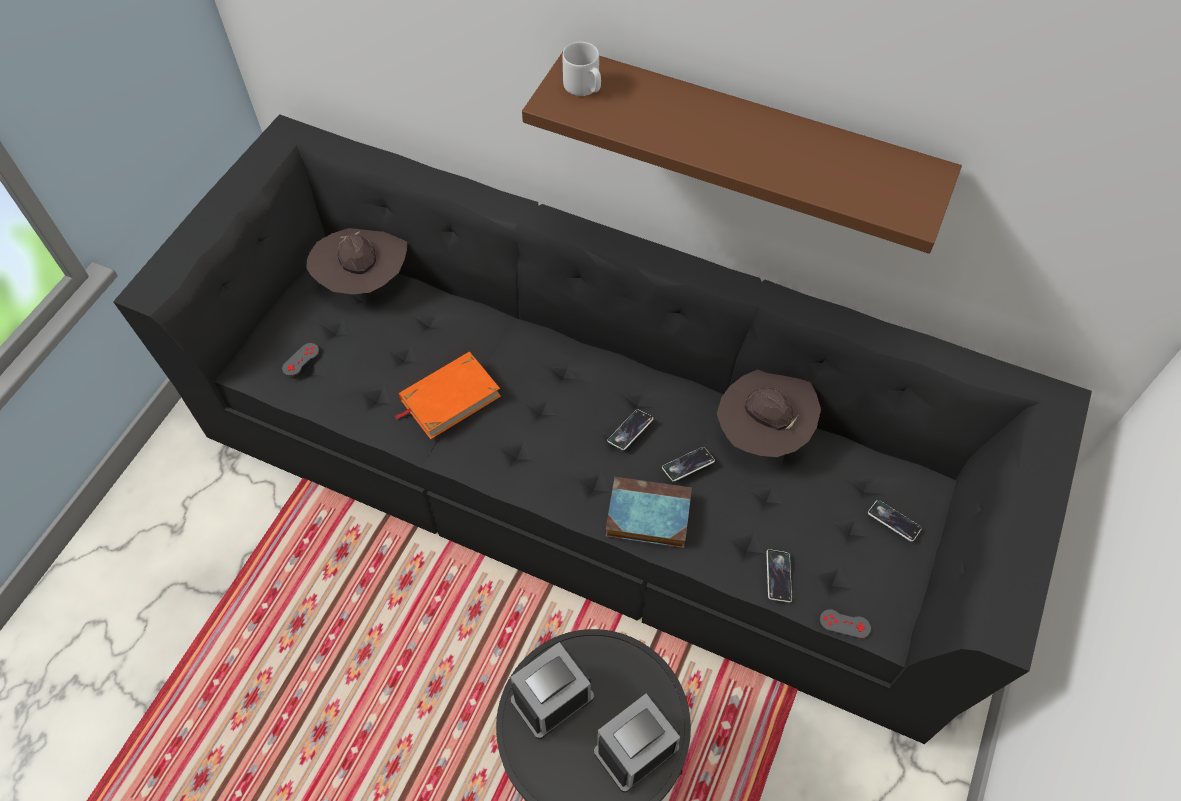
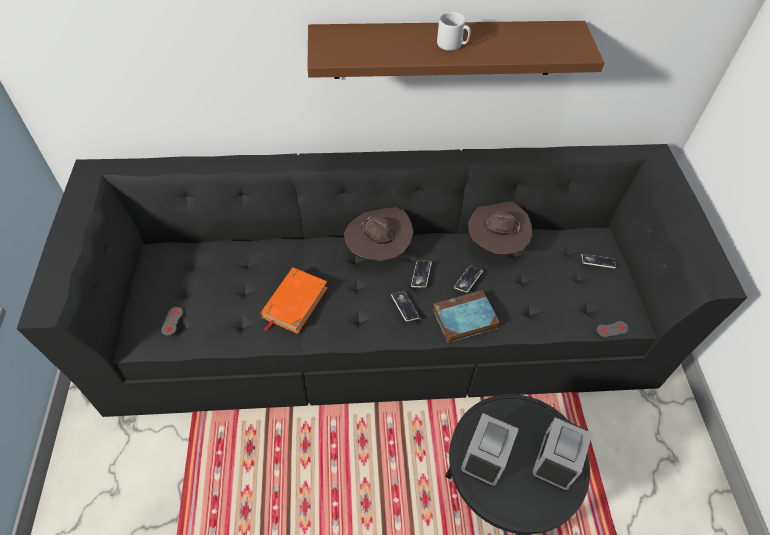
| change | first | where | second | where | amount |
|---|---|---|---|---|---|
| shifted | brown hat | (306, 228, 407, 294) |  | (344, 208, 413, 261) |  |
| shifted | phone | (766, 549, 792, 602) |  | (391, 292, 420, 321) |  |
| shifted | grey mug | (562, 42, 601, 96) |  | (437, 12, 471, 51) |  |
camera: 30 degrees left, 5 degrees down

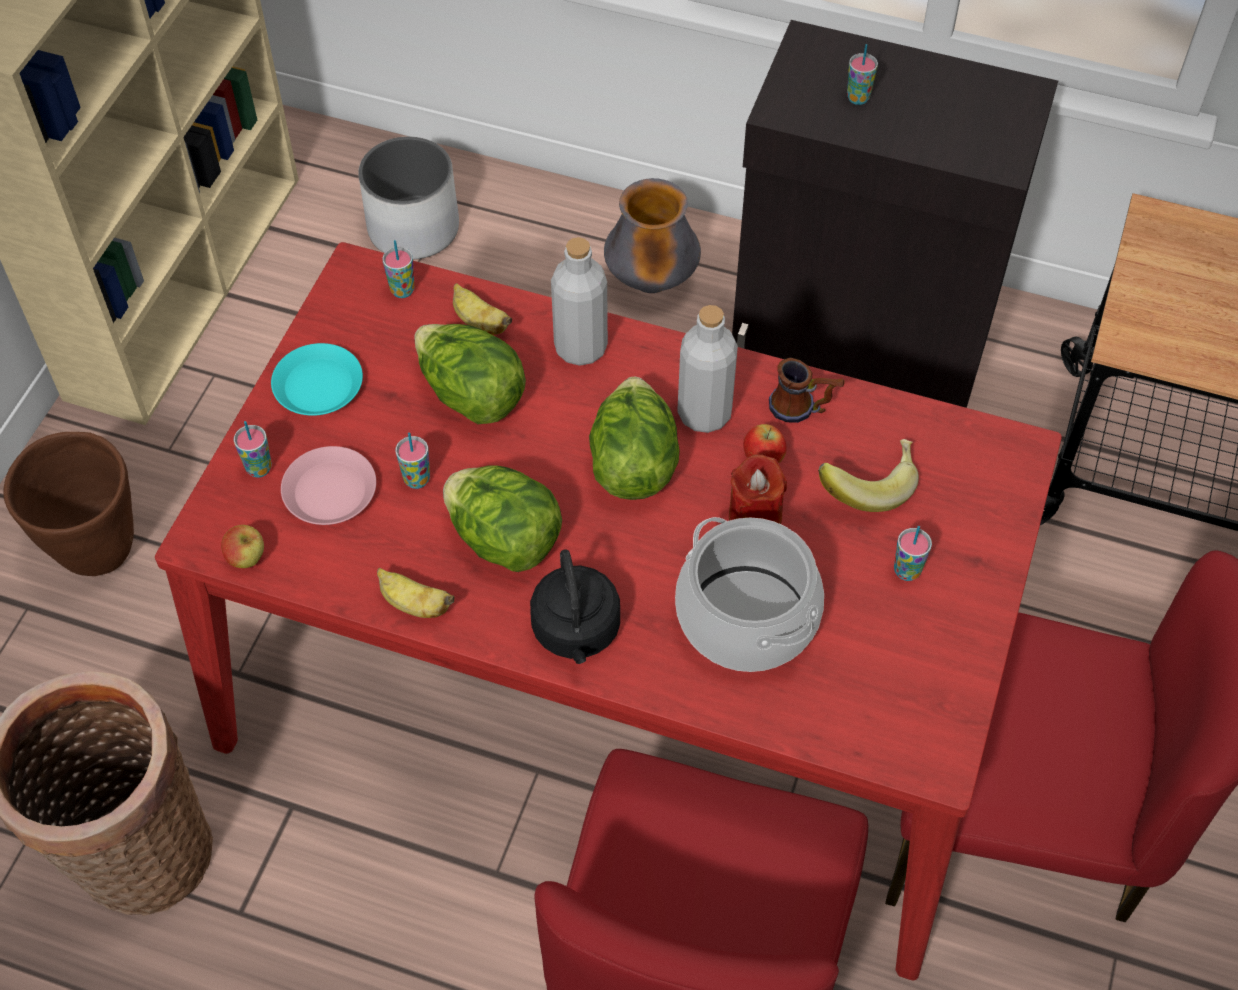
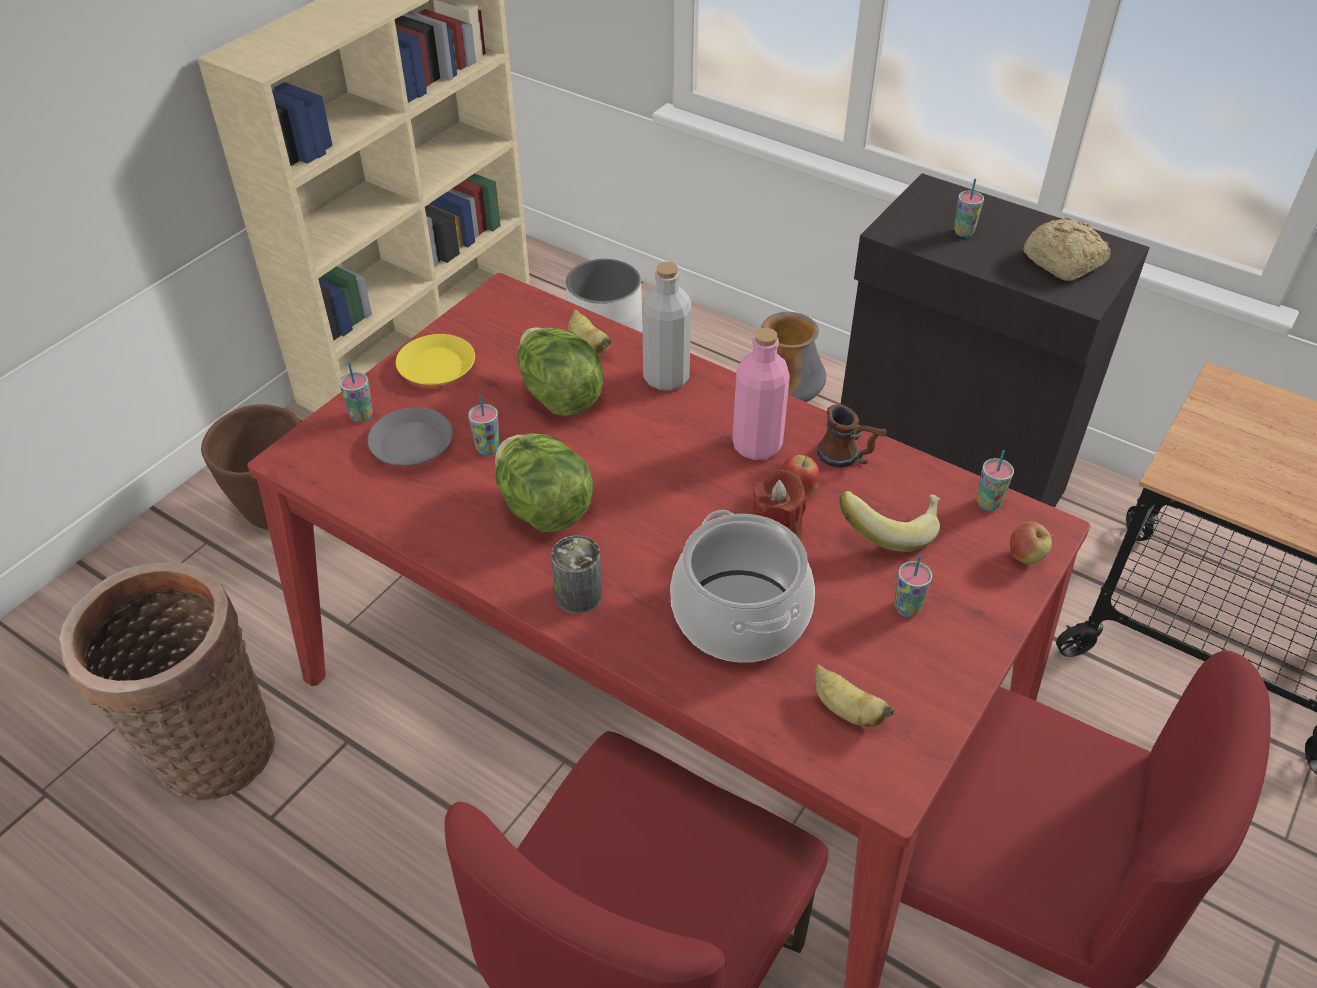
| change | first | where | second | where | amount |
|---|---|---|---|---|---|
| repainted | pink plate | (281, 446, 376, 525) | grey plate | (367, 407, 453, 466) |  |
| repainted | turquoise plate | (271, 343, 363, 416) | yellow plate | (396, 334, 475, 386) |  |
| swapped | black kettle | (530, 549, 620, 664) | can | (551, 535, 602, 614) |  |
| repainted | grey bottle | (677, 305, 738, 433) | pink bottle | (732, 328, 790, 460) |  |
| shifted | banana | (377, 568, 454, 618) |  | (815, 664, 894, 727) |  |
| shifted | cup | (382, 240, 415, 298) |  | (977, 450, 1014, 511) |  |
| shifted | apple | (221, 525, 264, 568) |  | (1010, 522, 1054, 564) |  |
| new |  |  | bread | (1023, 218, 1111, 281) |  |
| gone | lettuce | (589, 377, 680, 500) |  |  |  |
camera: 15 degrees right, 10 degrees down

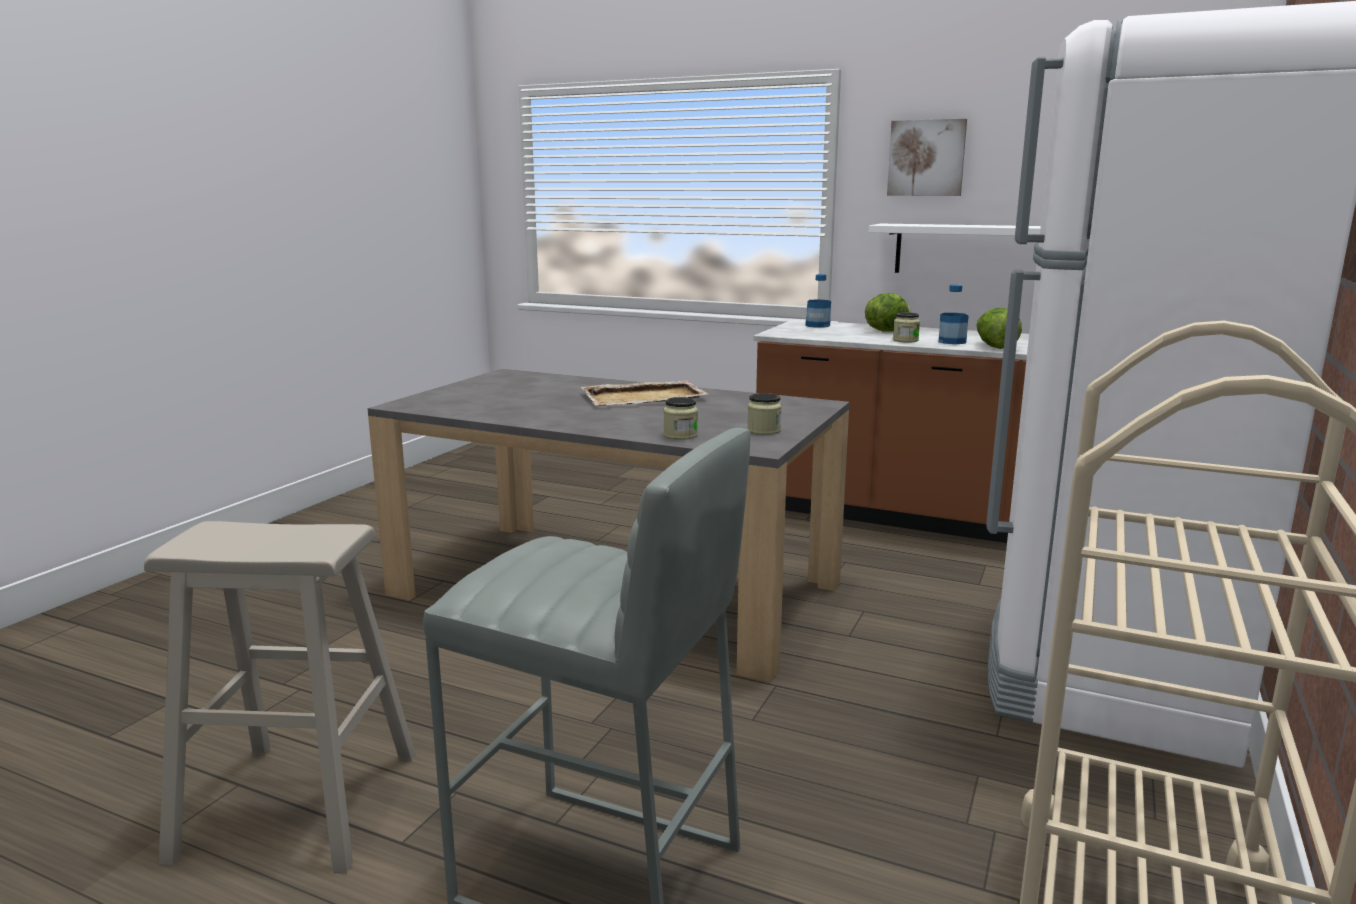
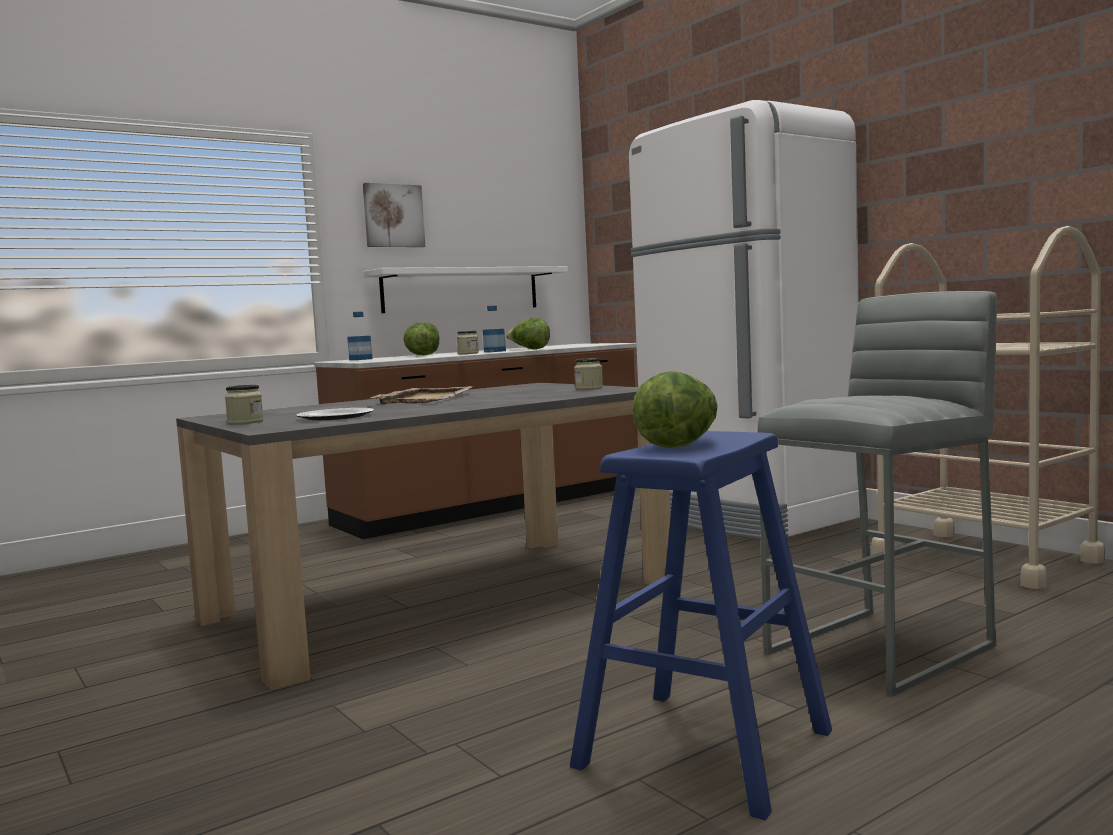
| change | first | where | second | where | amount |
|---|---|---|---|---|---|
| shifted | jar | (663, 397, 698, 440) |  | (225, 385, 264, 425) |  |
| new |  |  | plate | (296, 408, 374, 420) |  |
| repainted | beige stool | (144, 521, 415, 874) | blue stool | (570, 431, 832, 820) |  |
| new |  |  | lettuce | (632, 371, 718, 448) |  |
camera: 60 degrees left, 10 degrees down

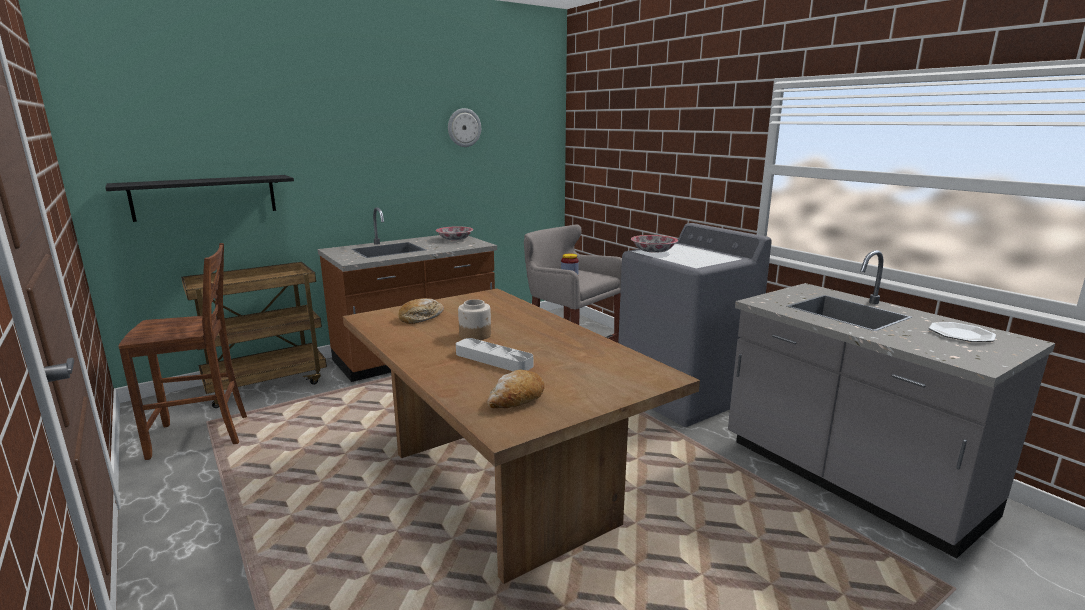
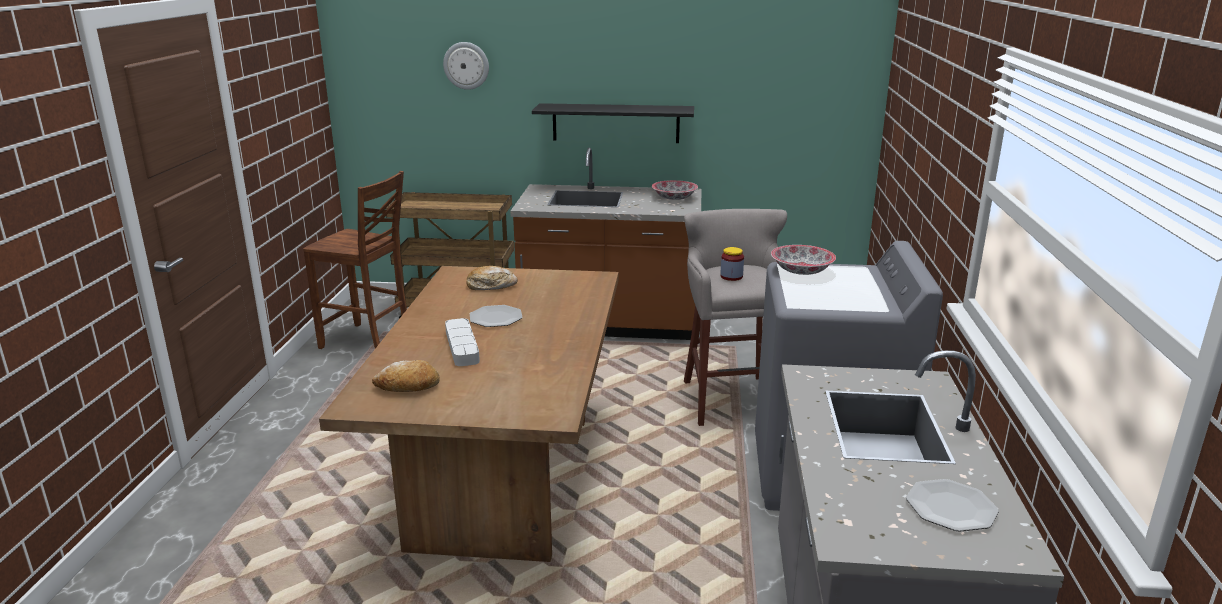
| change | first | where | second | where | amount |
|---|---|---|---|---|---|
| shifted | wall clock | (448, 108, 481, 147) |  | (443, 42, 489, 90) |  |
| swapped | jar | (458, 299, 491, 340) | plate | (470, 305, 523, 327) |  |
| shifted | black shelf | (105, 175, 294, 222) |  | (532, 103, 694, 143) |  |
camera: 40 degrees right, 5 degrees up

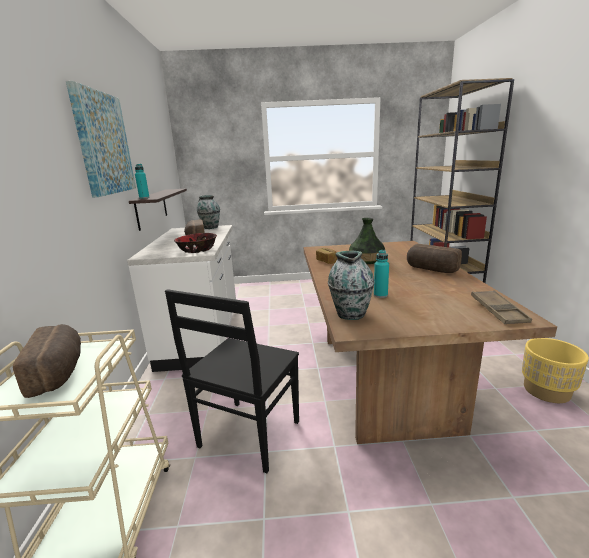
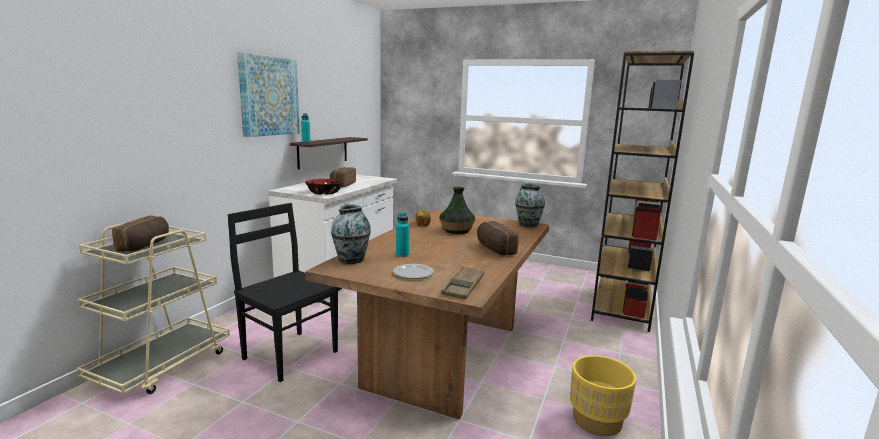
| change | first | where | second | where | amount |
|---|---|---|---|---|---|
| rotated | black chair | (165, 289, 299, 473) |  | (228, 203, 339, 382) | 75 degrees clockwise |
| new |  |  | plate | (393, 264, 434, 279) |  |
| shifted | vase | (197, 195, 220, 229) |  | (515, 183, 545, 227) |  |
camera: 25 degrees right, 5 degrees down

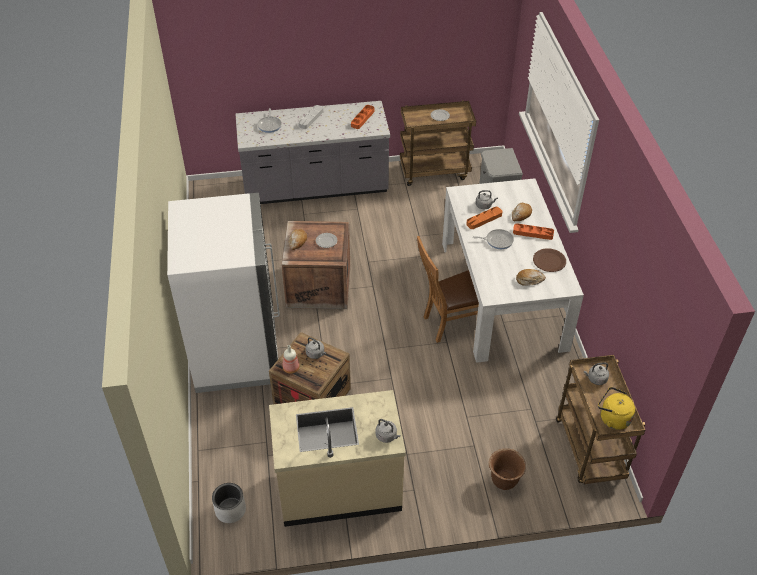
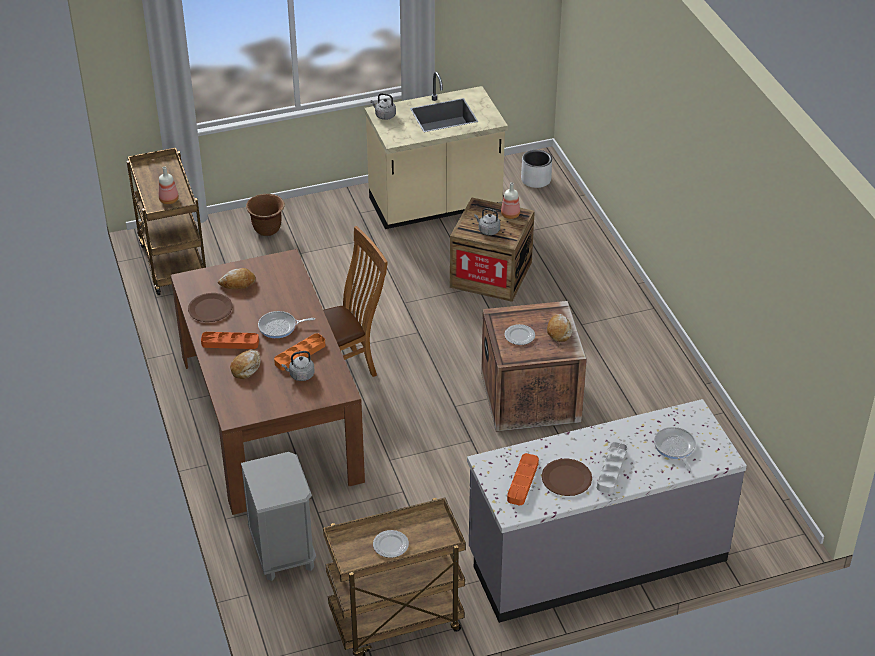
| change | first | where | second | where | amount |
|---|---|---|---|---|---|
| swapped | grey kettle | (584, 362, 609, 385) | bottle | (159, 166, 179, 204) |  |
| repainted | white dining table | (442, 178, 584, 363) | brown dining table | (171, 249, 365, 515) |  |
| new |  |  | brown plate | (541, 458, 592, 496) |  |
| gone | white fridge | (167, 193, 280, 393) |  |  |  |
| gone | yellow kettle | (598, 387, 635, 430) |  |  |  |
camera: 170 degrees right, 5 degrees down

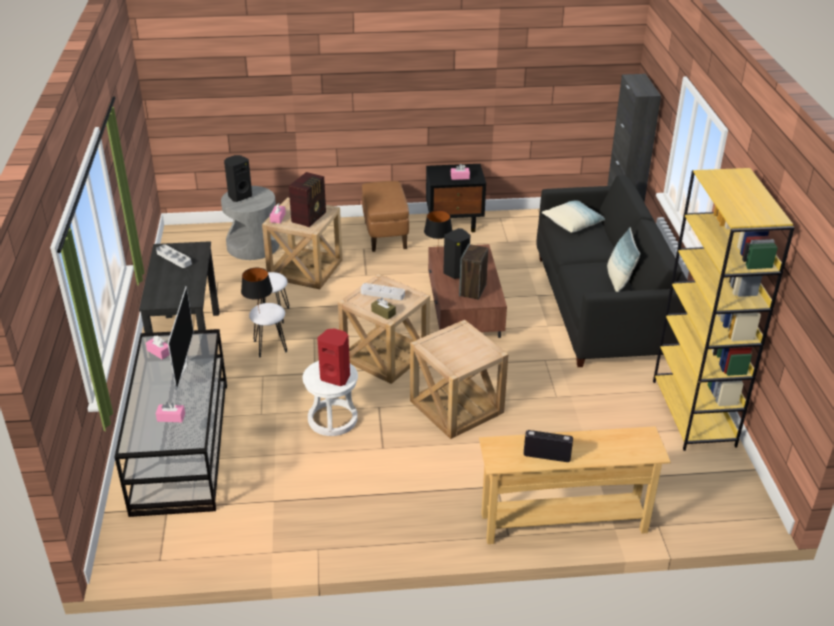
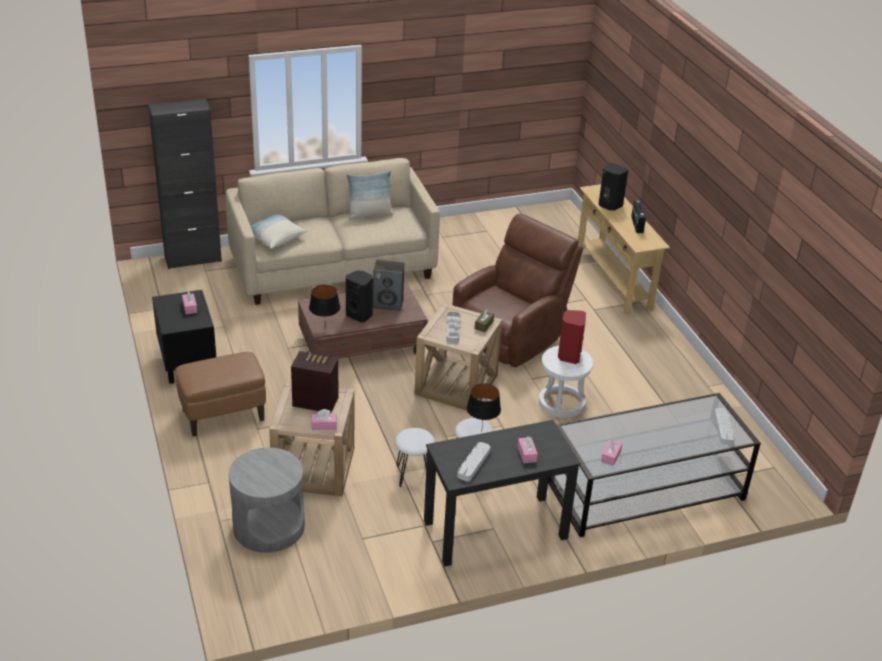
| change | first | where | second | where | amount |
|---|---|---|---|---|---|
| repainted | black sofa | (536, 175, 688, 367) | beige sofa | (226, 158, 440, 305) |  |
| swapped | beige side table | (410, 320, 508, 439) | brown armchair | (453, 214, 583, 367) |  |
| shifted | pink tissue box | (156, 402, 185, 422) |  | (517, 436, 538, 463) |  |
| shifted | black speaker | (224, 155, 252, 202) |  | (599, 163, 628, 211) |  |
| new |  |  | grey tray | (714, 408, 735, 445) |  |
| gone | television | (168, 286, 194, 390) |  |  |  |
| gone | yellow bookcase | (653, 168, 794, 451) |  |  |  |
camera: 105 degrees left, 0 degrees up

